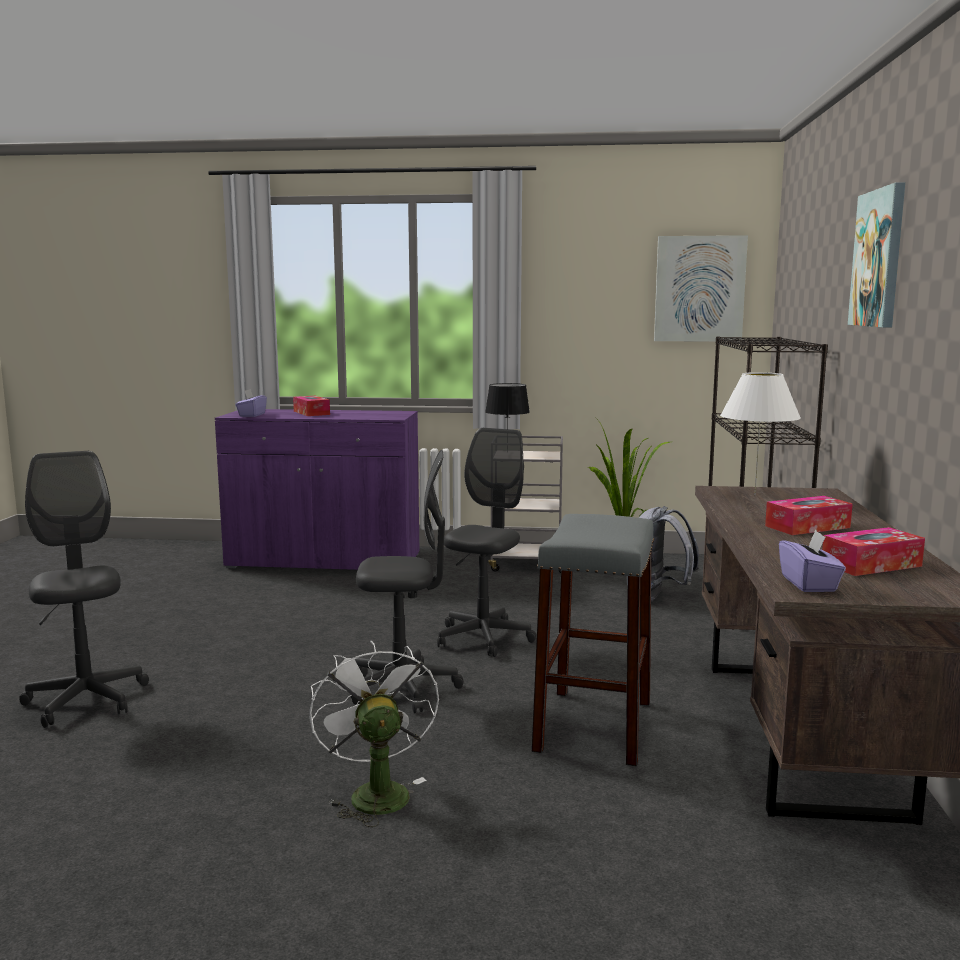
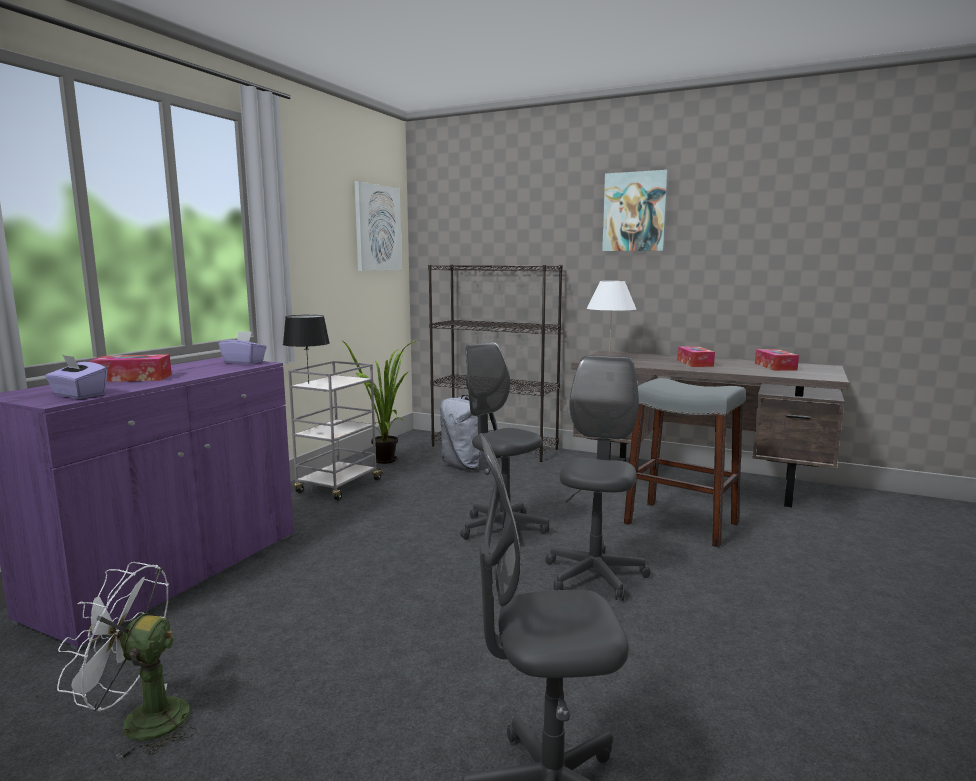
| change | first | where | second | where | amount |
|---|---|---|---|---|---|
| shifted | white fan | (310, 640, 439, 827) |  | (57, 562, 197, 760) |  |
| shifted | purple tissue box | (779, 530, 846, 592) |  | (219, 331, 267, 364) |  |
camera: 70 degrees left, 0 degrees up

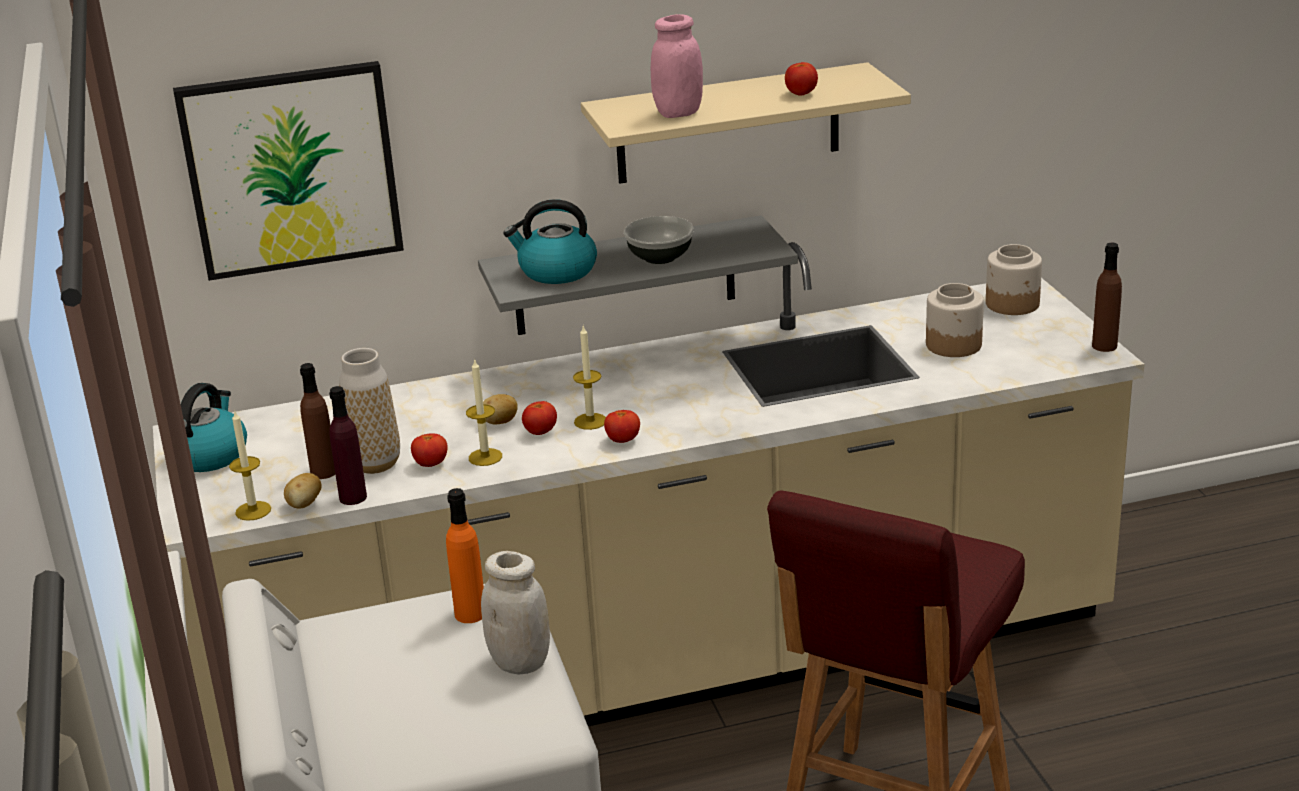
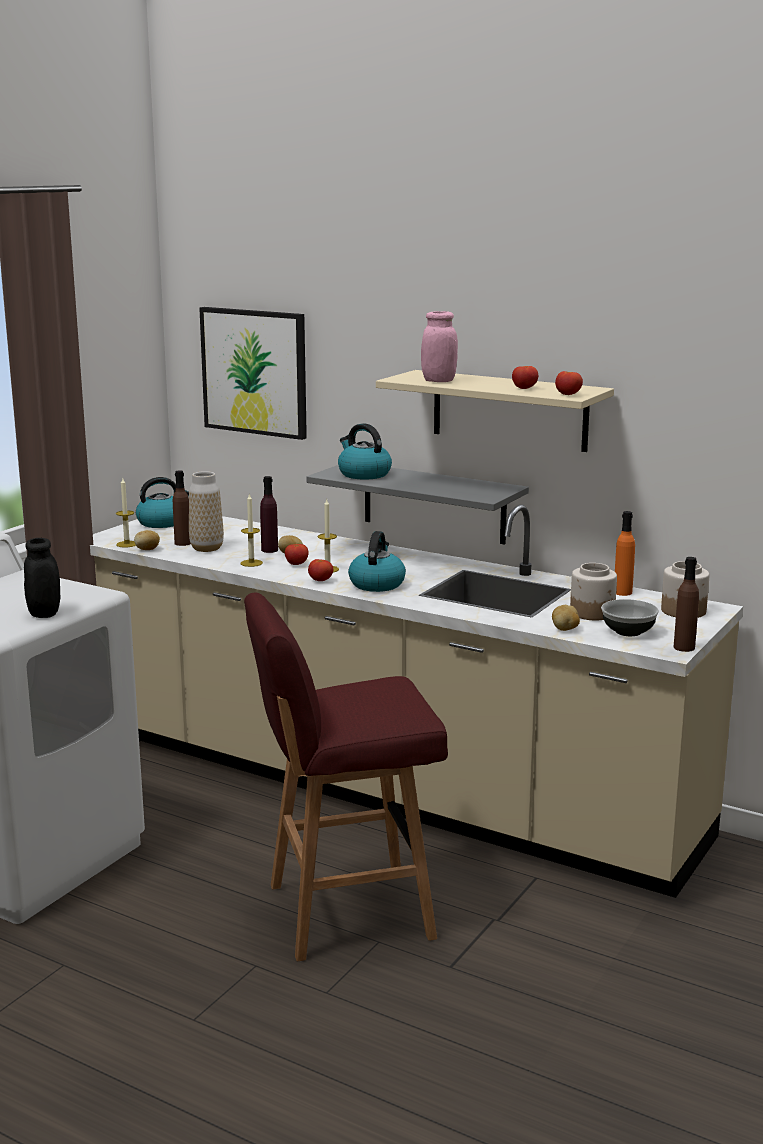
| change | first | where | second | where | amount |
|---|---|---|---|---|---|
| repainted | white jar | (481, 551, 550, 675) | black jar | (24, 538, 60, 618) |  |
| shifted | purple bottle | (329, 386, 367, 505) |  | (260, 476, 278, 553) |  |
| new |  |  | kettle | (348, 531, 406, 592) |  |
| new |  |  | potato | (552, 605, 580, 631) |  |
| shifted | tomato | (411, 433, 448, 467) |  | (555, 371, 583, 395) |  |
| shifted | bowl | (624, 216, 694, 264) |  | (601, 599, 659, 636) |  |
| shifted | orange bottle | (446, 488, 484, 623) |  | (615, 511, 635, 596) |  |
camera: 45 degrees right, 10 degrees down

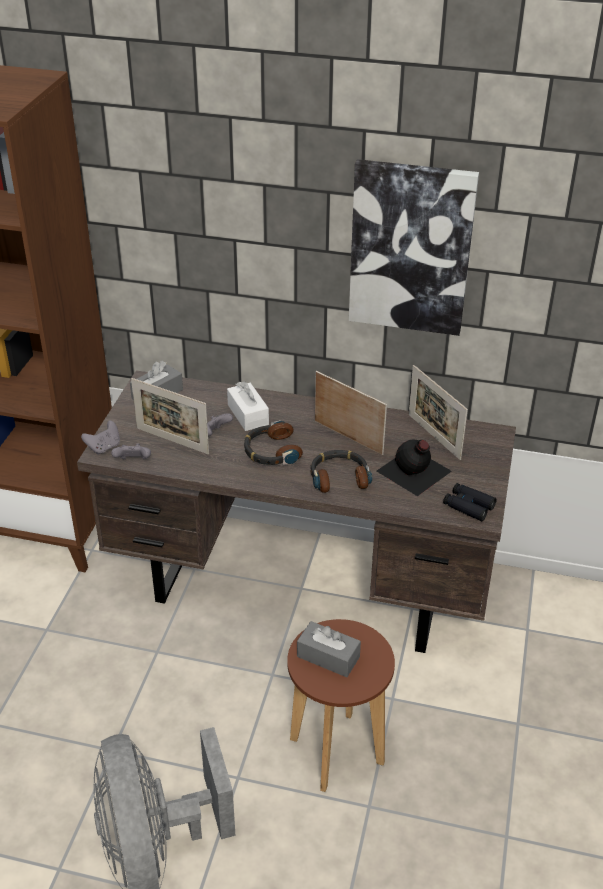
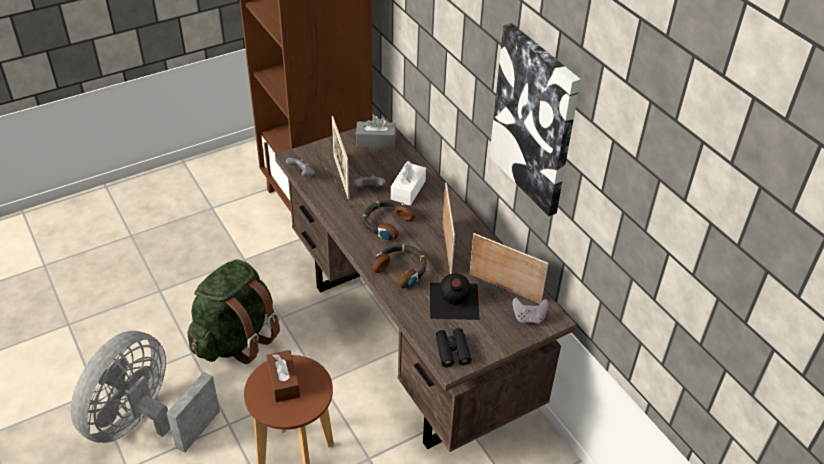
| change | first | where | second | where | amount |
|---|---|---|---|---|---|
| new |  |  | green backpack | (188, 259, 280, 364) |  |
| repainted | grey tissue box | (297, 621, 361, 677) | brown tissue box | (266, 350, 300, 402) |  |
| rotated | picture frame | (409, 365, 468, 460) |  | (470, 233, 549, 304) | 105 degrees clockwise |
| shifted | grey game controller | (81, 421, 120, 455) |  | (512, 298, 549, 324) |  |
camera: 45 degrees right, 5 degrees up

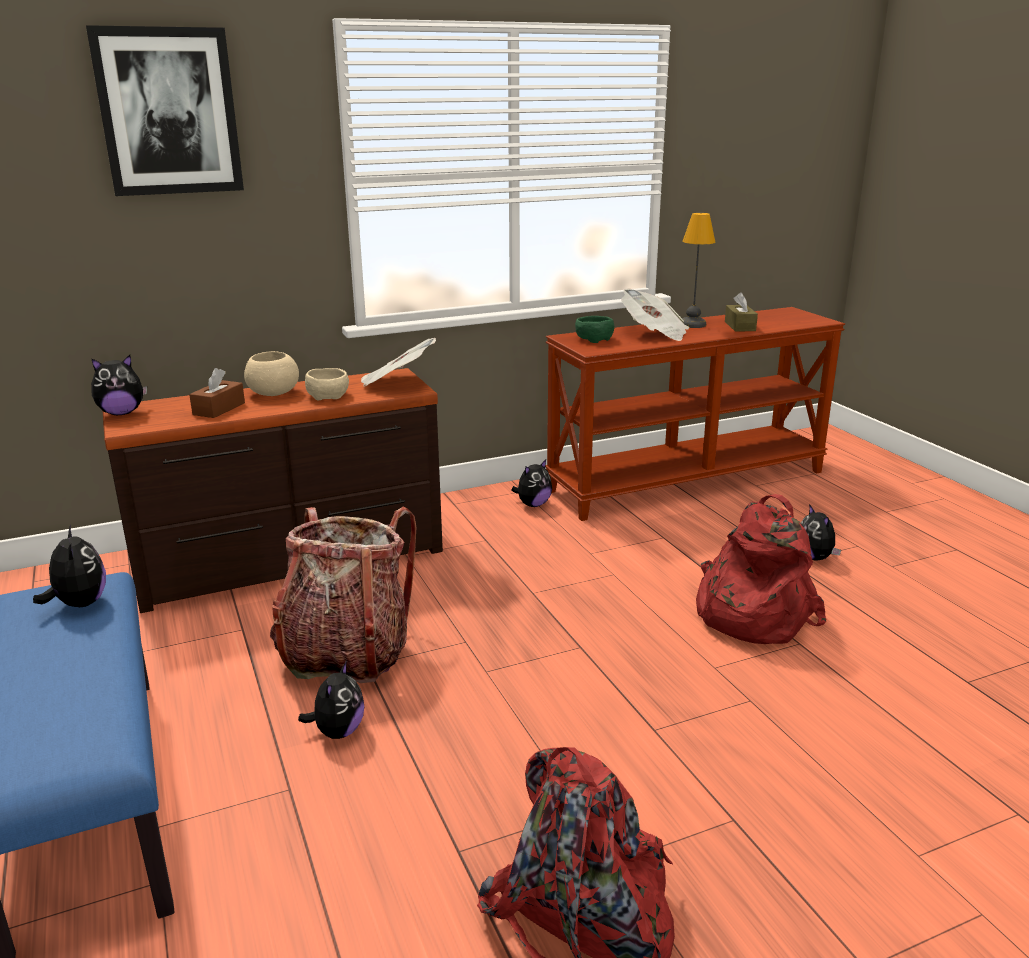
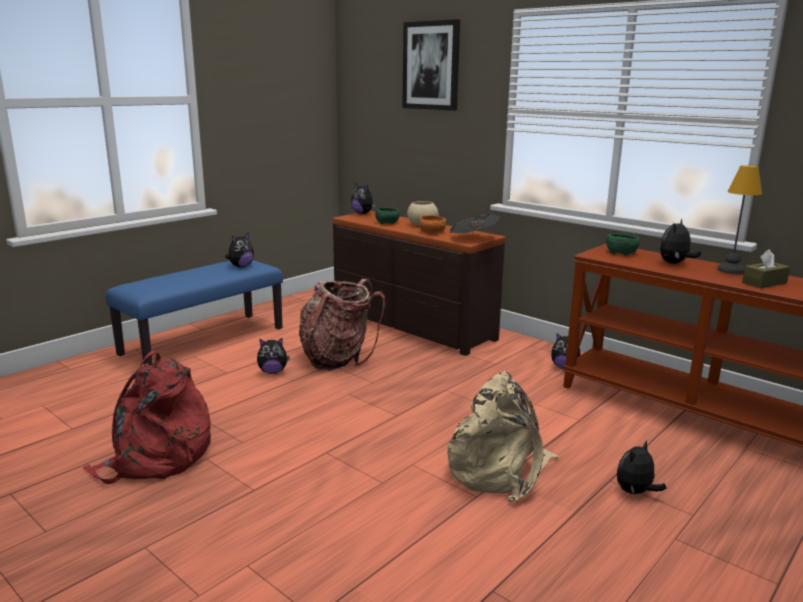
| change | first | where | second | where | amount |
|---|---|---|---|---|---|
| swapped | brown tissue box | (189, 368, 245, 418) | green bowl | (375, 207, 400, 224) |  |
| repainted | beige bowl | (305, 368, 349, 400) | orange bowl | (419, 215, 446, 234) |  |
| repainted | red backpack | (696, 494, 826, 644) | beige backpack | (447, 371, 560, 503) |  |
| swapped | newspaper | (621, 288, 689, 341) | plush toy | (659, 218, 701, 264) |  |
camera: 65 degrees right, 5 degrees down

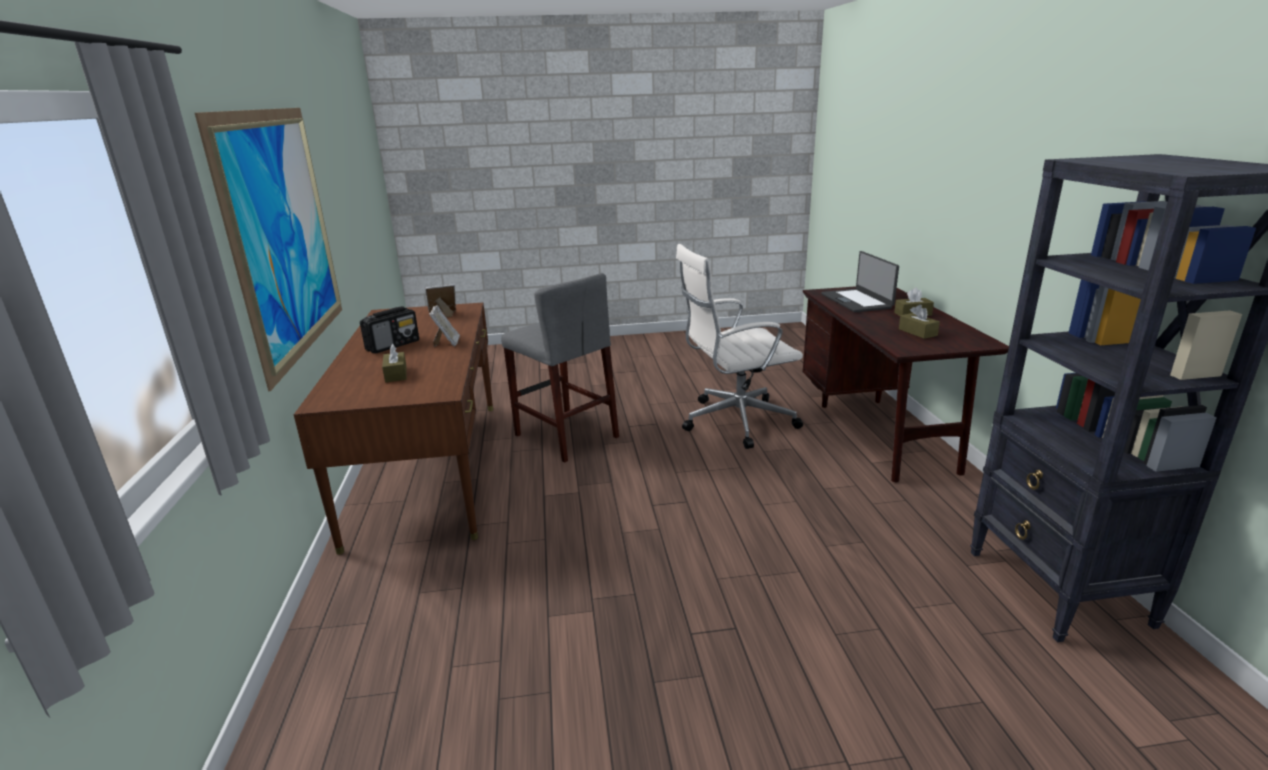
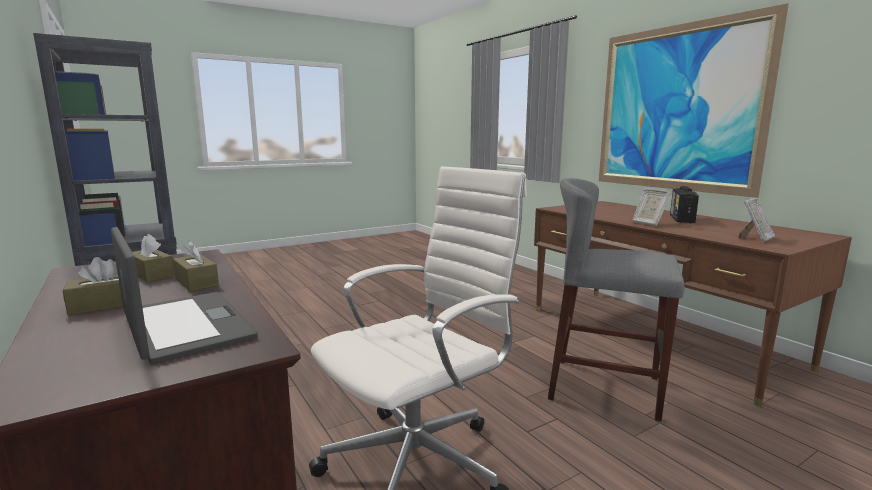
| change | first | where | second | where | amount |
|---|---|---|---|---|---|
| shifted | brown tissue box | (382, 344, 407, 382) |  | (173, 240, 219, 291) |  |
camera: 155 degrees right, 10 degrees down

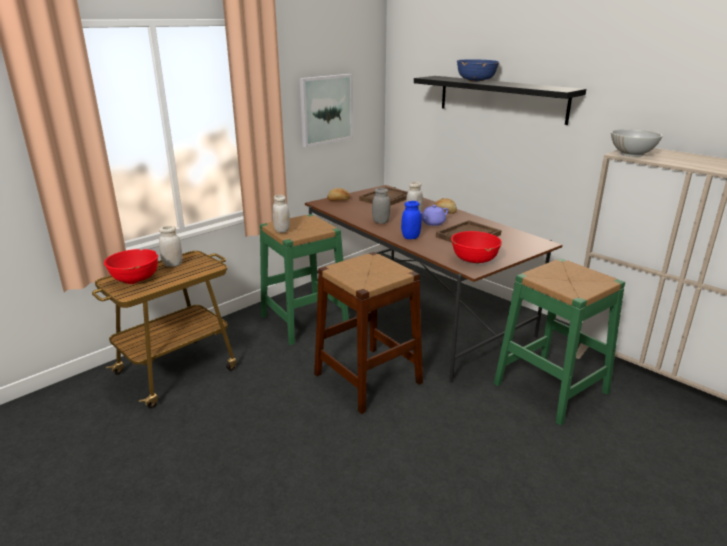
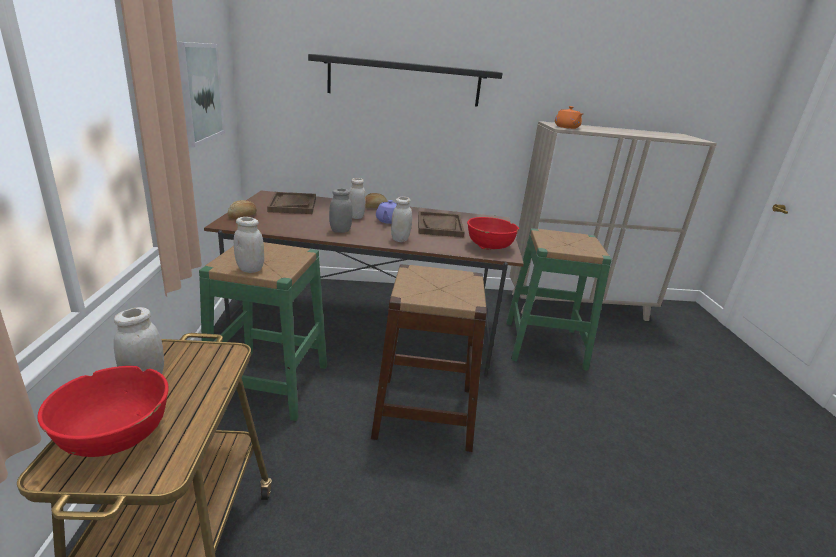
| change | first | where | second | where | amount |
|---|---|---|---|---|---|
| repainted | blue jar | (401, 201, 422, 239) | white jar | (391, 197, 412, 242) |  |
| swapped | white bowl | (611, 129, 662, 157) | orange teapot | (555, 106, 583, 129) |  |
| gone | blue bowl | (457, 59, 499, 82) |  |  |  |
camera: 50 degrees left, 0 degrees up

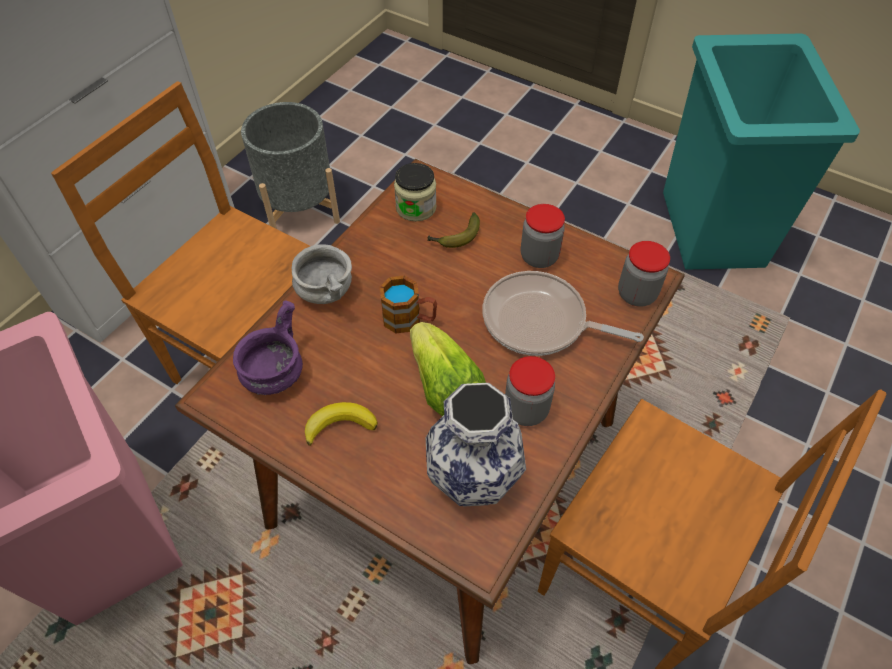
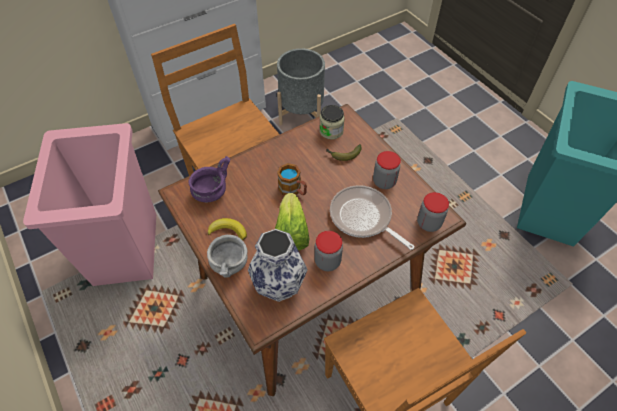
| change | first | where | second | where | amount |
|---|---|---|---|---|---|
| shifted | grey bowl | (292, 244, 352, 304) |  | (207, 235, 248, 278) |  |
camera: 25 degrees right, 0 degrees up

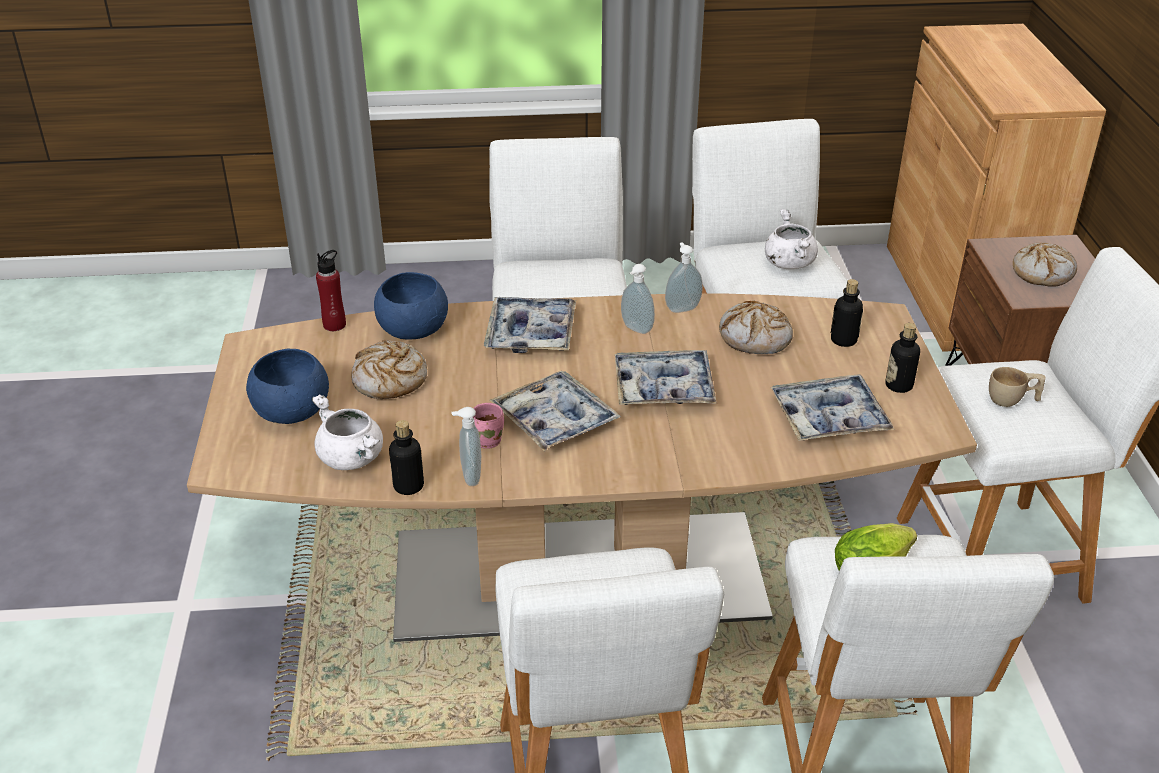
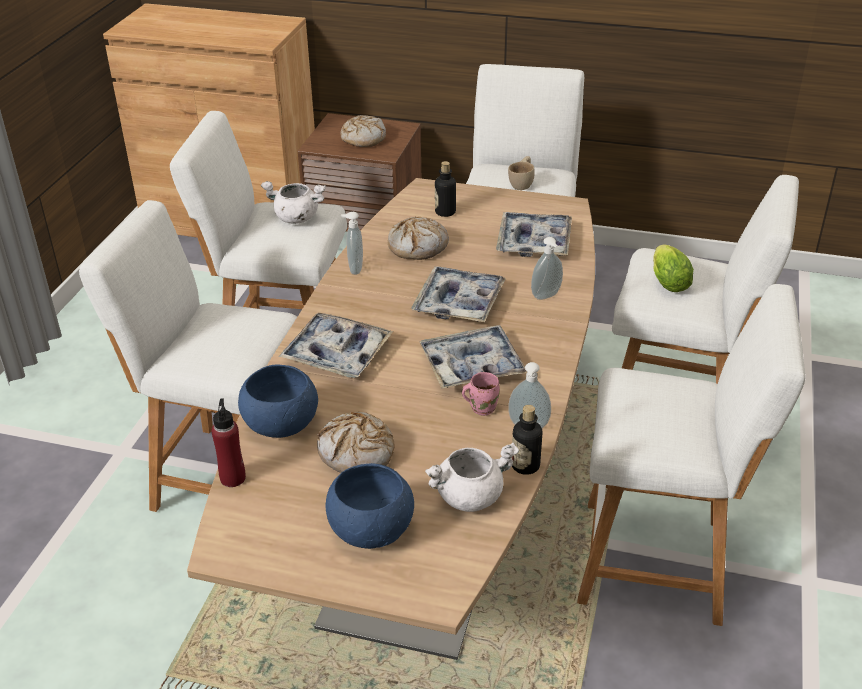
| change | first | where | second | where | amount |
|---|---|---|---|---|---|
| shifted | soap dispenser | (621, 264, 655, 334) |  | (531, 237, 563, 300) |  |
| gone | bottle | (885, 323, 920, 393) |  |  |  |
camera: 70 degrees left, 0 degrees up

